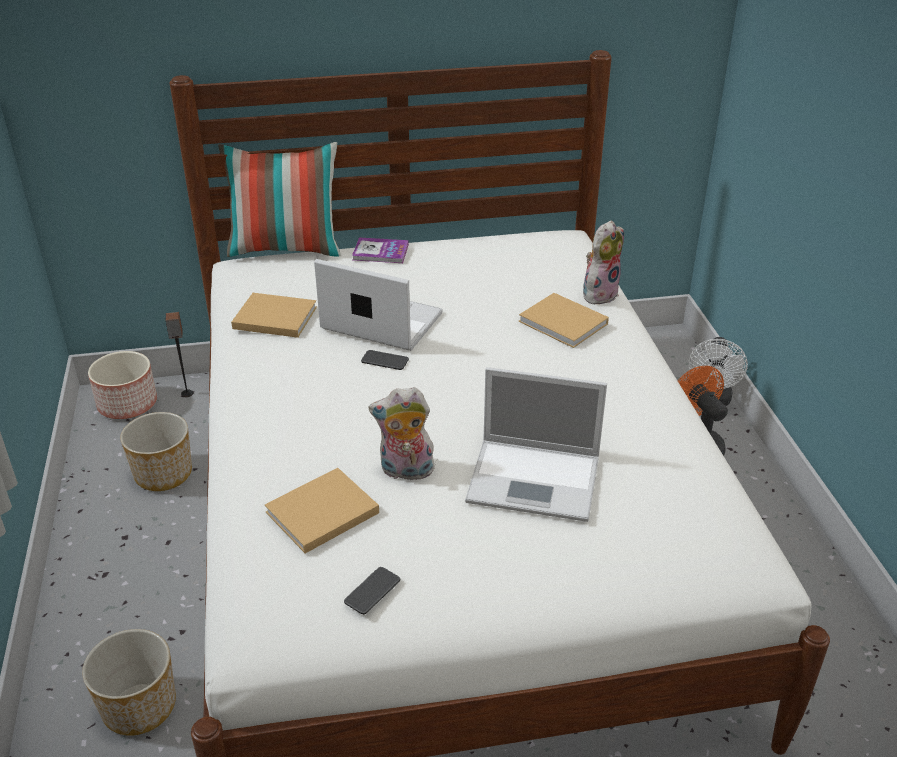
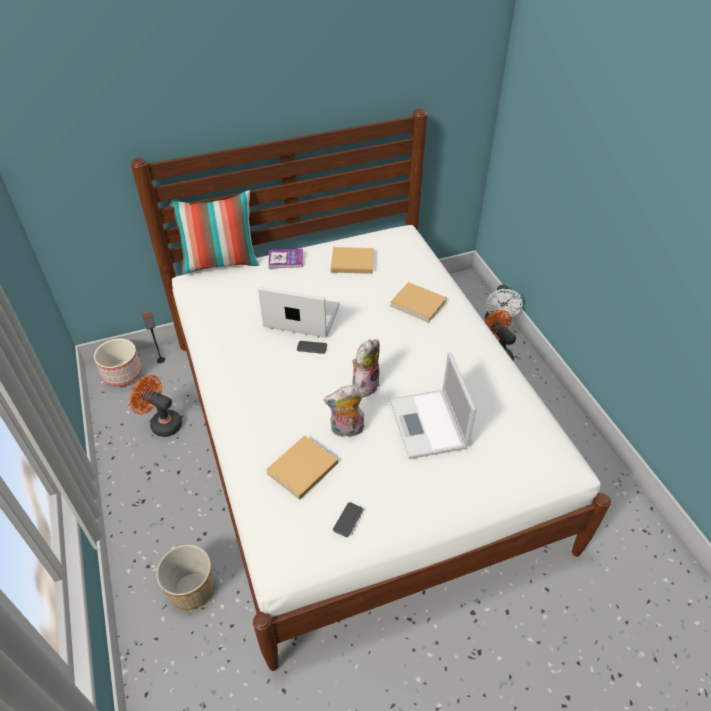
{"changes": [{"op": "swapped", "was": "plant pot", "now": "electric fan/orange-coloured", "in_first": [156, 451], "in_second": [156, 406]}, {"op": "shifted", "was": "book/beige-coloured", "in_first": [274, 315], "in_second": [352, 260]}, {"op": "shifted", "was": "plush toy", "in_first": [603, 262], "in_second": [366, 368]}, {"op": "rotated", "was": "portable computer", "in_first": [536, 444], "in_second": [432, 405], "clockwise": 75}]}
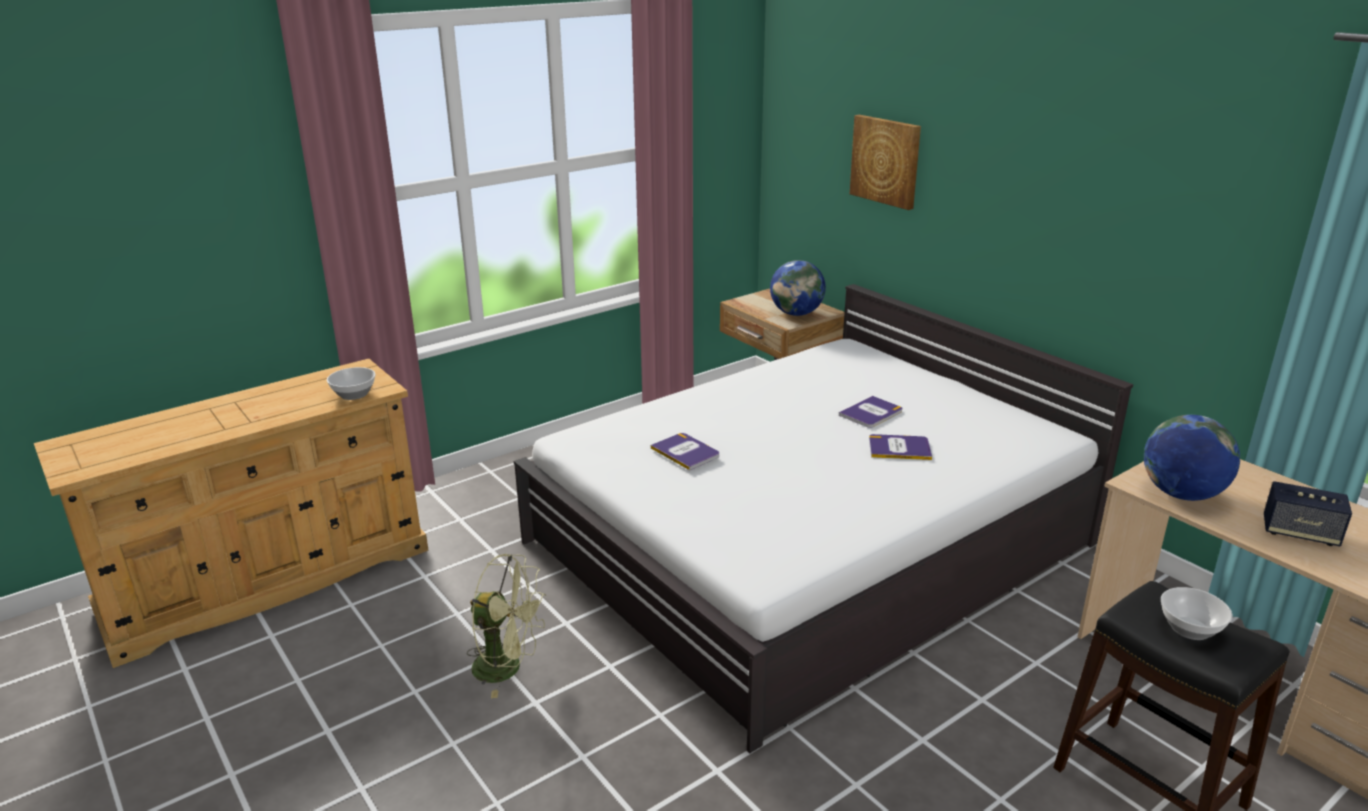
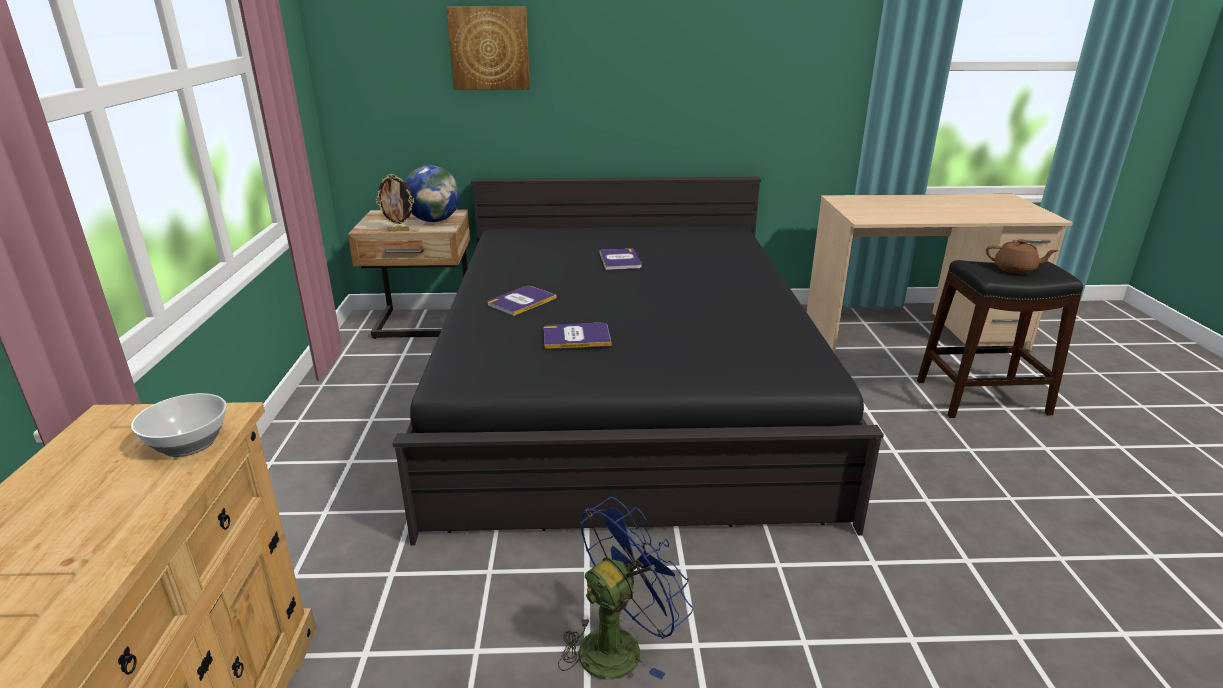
{"changes": [{"op": "new", "now": "photo frame", "in_second": [395, 202]}, {"op": "repainted", "was": "bedroom bed/whitish", "now": "bedroom bed/black", "in_first": [823, 518], "in_second": [638, 361]}, {"op": "shifted", "was": "book", "in_first": [900, 447], "in_second": [522, 301]}, {"op": "repainted", "was": "electric fan/green", "now": "electric fan/bluish", "in_first": [506, 626], "in_second": [625, 588]}, {"op": "swapped", "was": "bowl", "now": "pot for tea/brown-coloured", "in_first": [1197, 613], "in_second": [1022, 256]}, {"op": "gone", "was": "desk globe", "in_first": [1192, 458]}, {"op": "gone", "was": "speaker", "in_first": [1308, 513]}]}
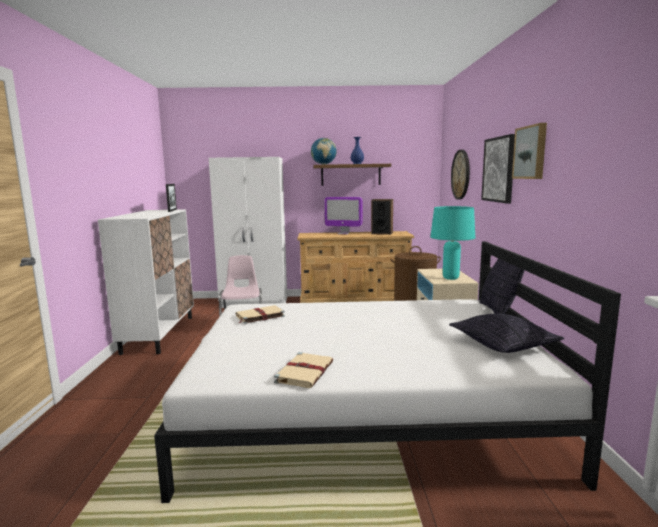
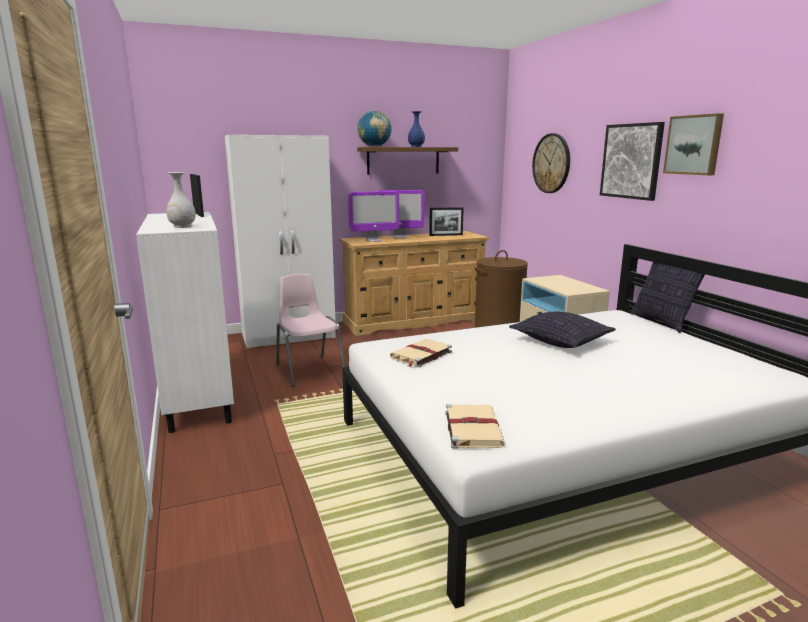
{"changes": [{"op": "new", "now": "decorative vase/whitish", "in_second": [181, 200]}, {"op": "new", "now": "computer display", "in_second": [373, 216]}, {"op": "swapped", "was": "speaker", "now": "photo frame", "in_first": [382, 217], "in_second": [446, 221]}, {"op": "shifted", "was": "book/beige-coloured", "in_first": [303, 370], "in_second": [475, 426]}, {"op": "shifted", "was": "cushion", "in_first": [506, 333], "in_second": [562, 330]}, {"op": "gone", "was": "table lamp/blue-green", "in_first": [452, 243]}]}
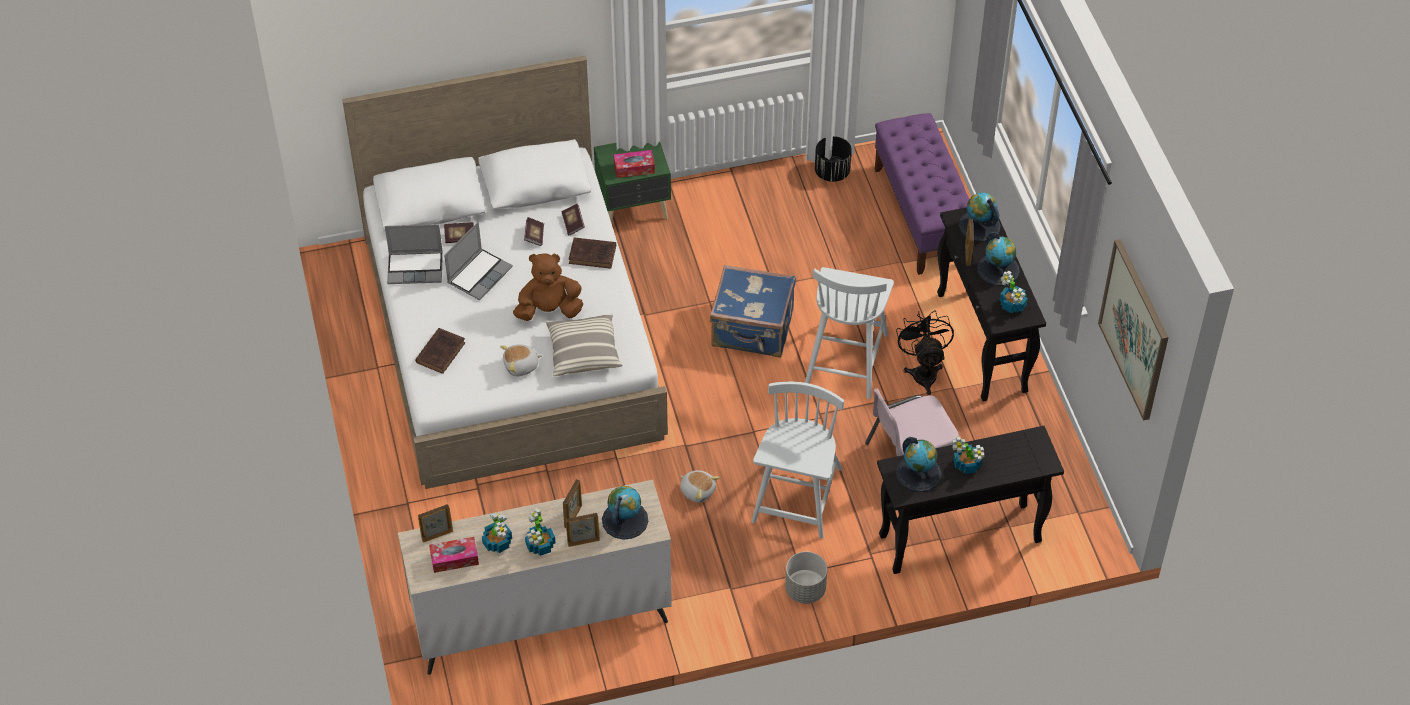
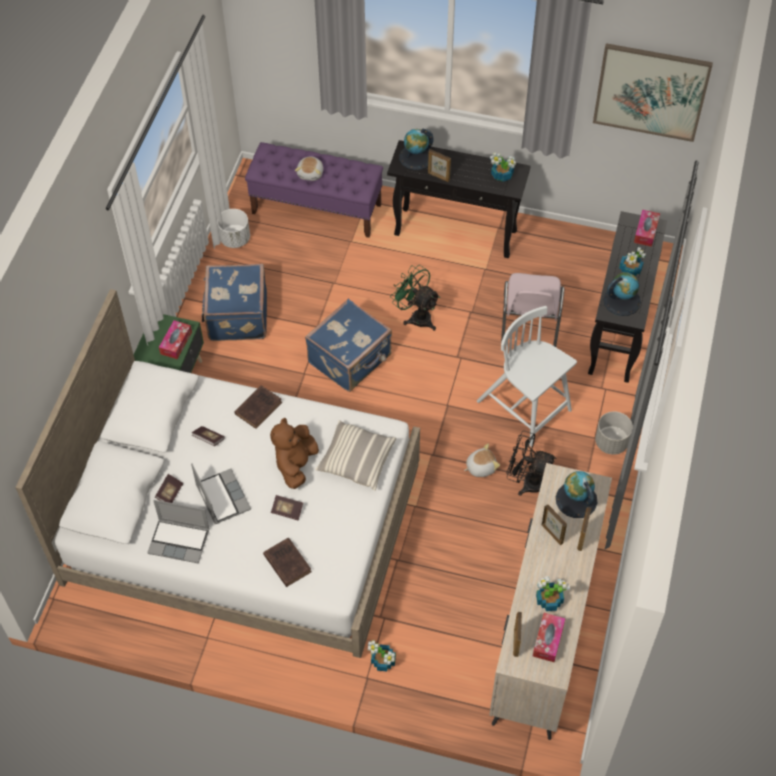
{"changes": [{"op": "rotated", "was": "portable computer", "in_first": [414, 254], "in_second": [178, 532], "clockwise": 75}, {"op": "new", "now": "piece of luggage/bluish", "in_second": [234, 302]}, {"op": "repainted", "was": "plant pot/black", "now": "plant pot/whitish", "in_first": [833, 159], "in_second": [233, 228]}, {"op": "shifted", "was": "book", "in_first": [573, 220], "in_second": [287, 507]}, {"op": "shifted", "was": "plush toy", "in_first": [521, 360], "in_second": [309, 168]}, {"op": "shifted", "was": "plant in a pot", "in_first": [540, 532], "in_second": [382, 655]}, {"op": "swapped", "was": "upright chair/whitish", "now": "electric fan/green", "in_first": [849, 333], "in_second": [415, 298]}, {"op": "shifted", "was": "electric fan/black", "in_first": [925, 352], "in_second": [531, 463]}, {"op": "new", "now": "tissue holder", "in_second": [647, 228]}, {"op": "gone", "was": "desk globe", "in_first": [998, 259]}]}
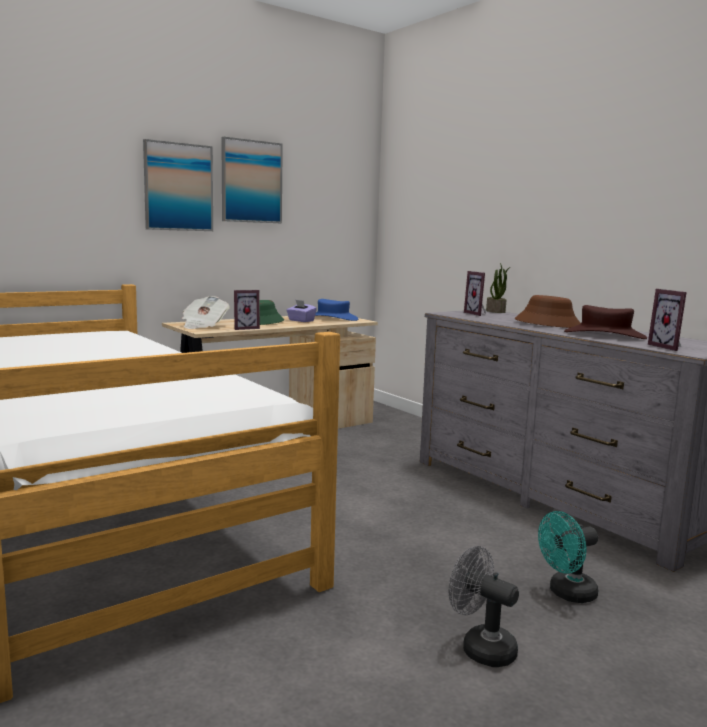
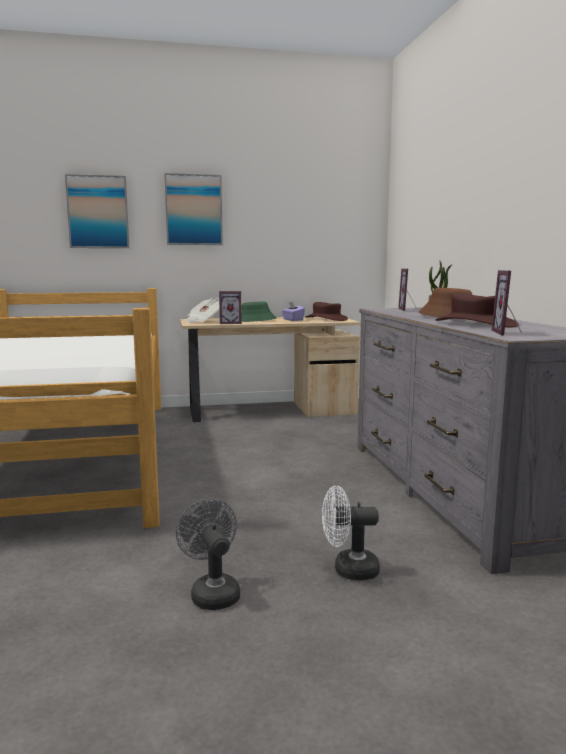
{"changes": [{"op": "shifted", "was": "wall picture", "in_first": [252, 180], "in_second": [97, 211]}, {"op": "repainted", "was": "wearable hat/bluish", "now": "wearable hat/brown-coloured", "in_first": [336, 310], "in_second": [326, 311]}, {"op": "repainted", "was": "electric fan/blue-green", "now": "electric fan/whitish", "in_first": [568, 557], "in_second": [351, 533]}]}
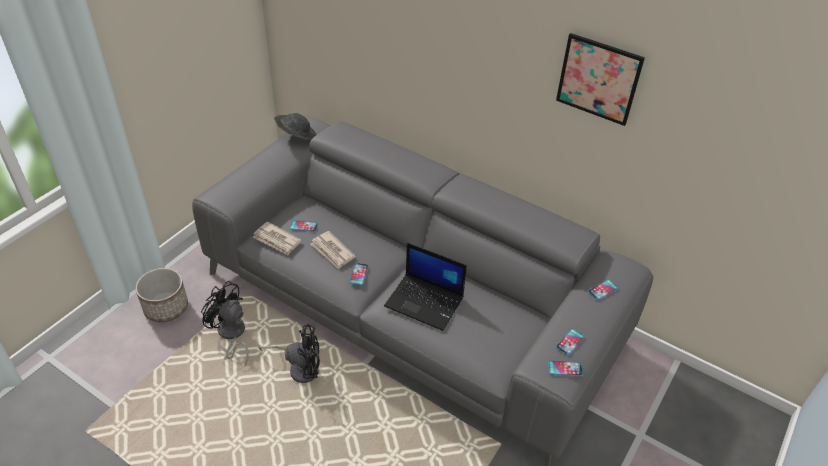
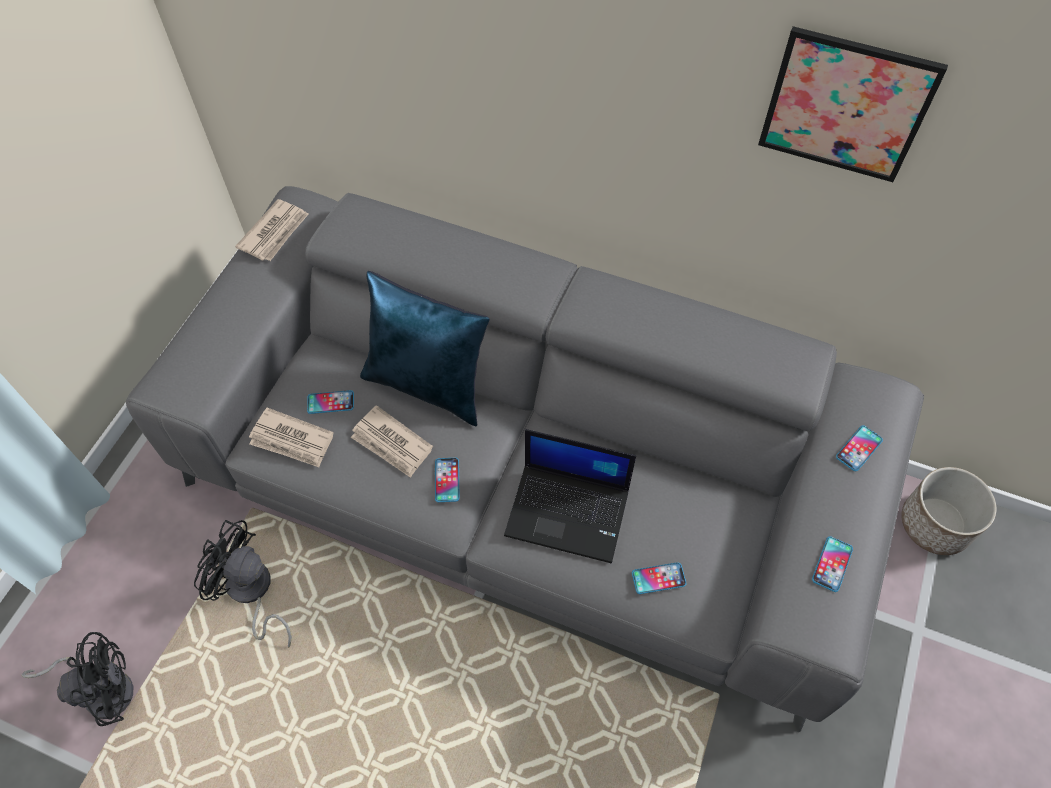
{"changes": [{"op": "shifted", "was": "electric fan/black", "in_first": [289, 353], "in_second": [77, 679]}, {"op": "swapped", "was": "wearable hat/greyish", "now": "daily paper", "in_first": [295, 126], "in_second": [272, 230]}, {"op": "new", "now": "cushion/bluish", "in_second": [425, 348]}, {"op": "shifted", "was": "phone", "in_first": [565, 368], "in_second": [659, 578]}, {"op": "shifted", "was": "plant pot", "in_first": [162, 295], "in_second": [948, 511]}]}
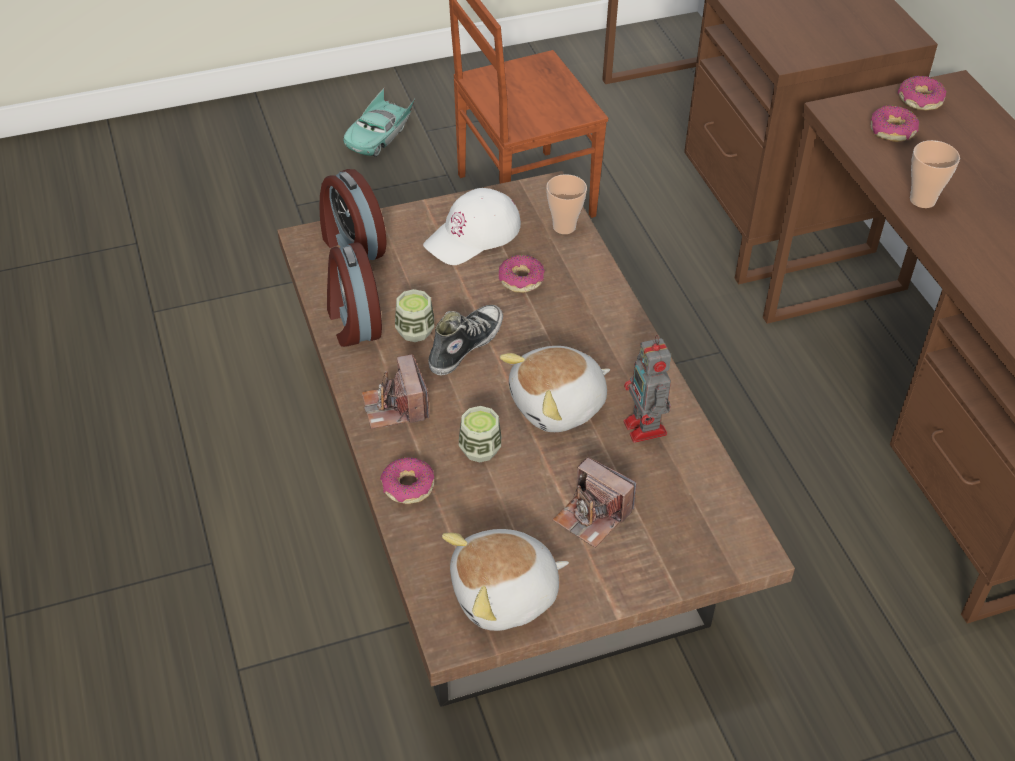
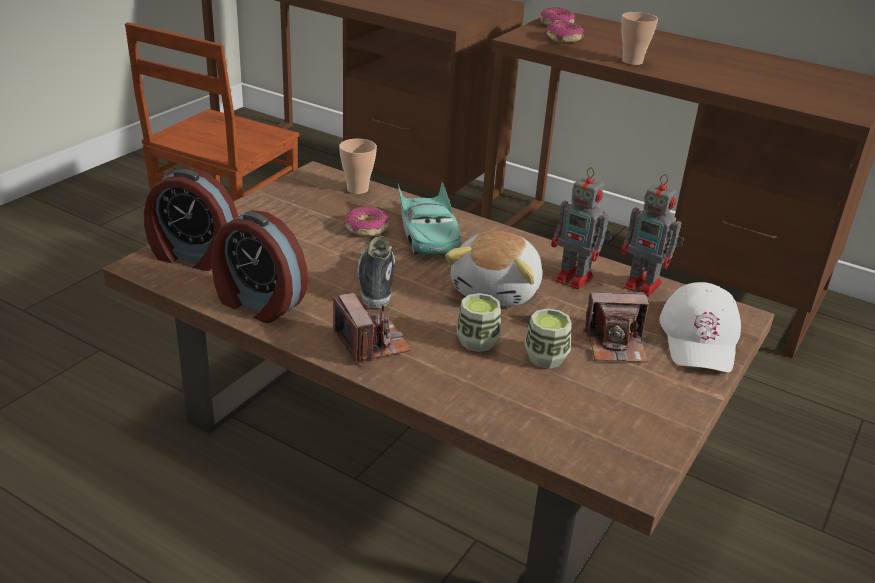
{"changes": [{"op": "rotated", "was": "still camera", "in_first": [396, 391], "in_second": [372, 329], "clockwise": -150}, {"op": "shifted", "was": "model car/blue-green", "in_first": [379, 122], "in_second": [429, 218]}, {"op": "shifted", "was": "cup", "in_first": [414, 315], "in_second": [548, 338]}, {"op": "new", "now": "robot figure", "in_second": [652, 235]}, {"op": "shifted", "was": "baseball cap/whitish", "in_first": [472, 226], "in_second": [700, 327]}, {"op": "gone", "was": "ring doughnut", "in_first": [407, 480]}, {"op": "gone", "was": "plush toy", "in_first": [505, 580]}]}
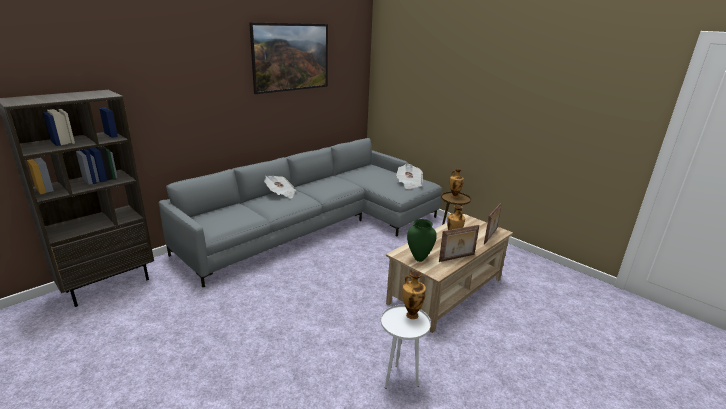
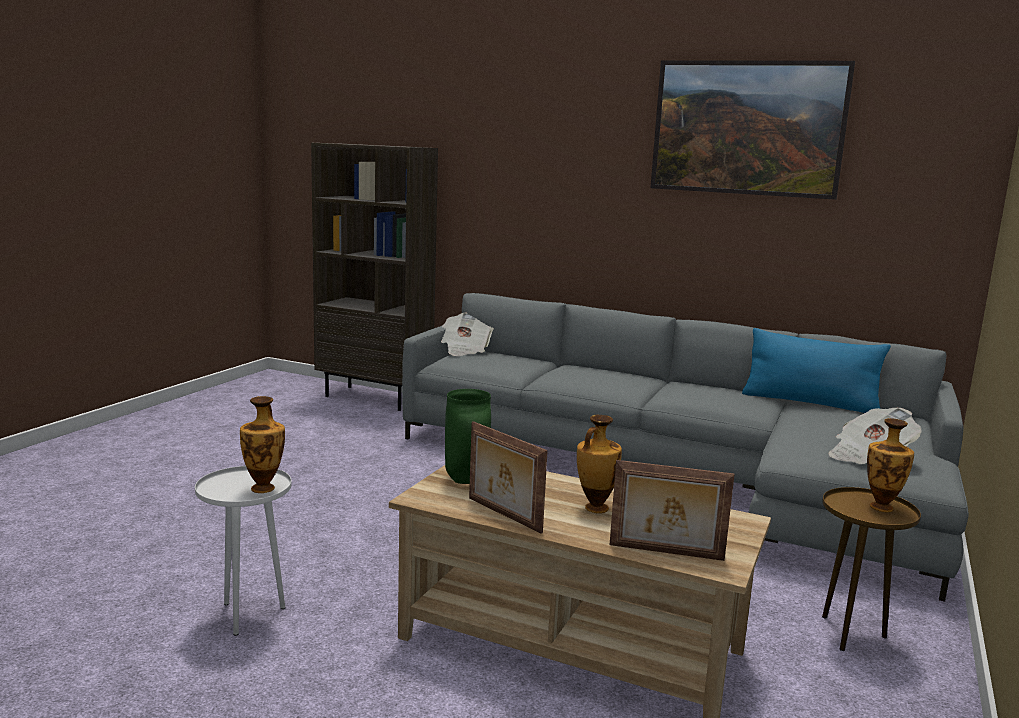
{"changes": [{"op": "shifted", "was": "daily paper", "in_first": [280, 187], "in_second": [467, 334]}, {"op": "new", "now": "cushion/bluish", "in_second": [816, 370]}]}
